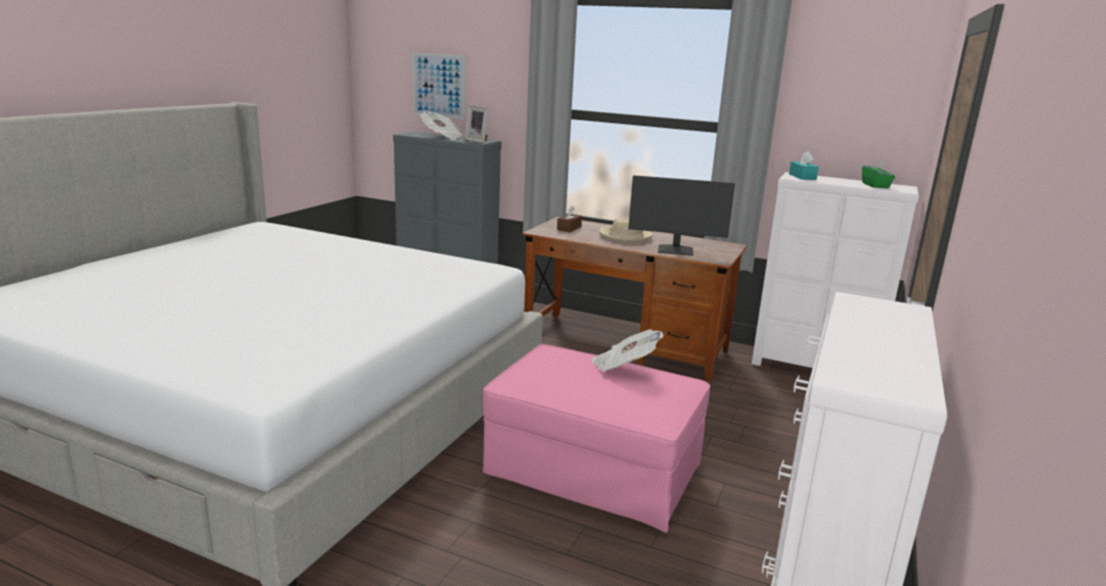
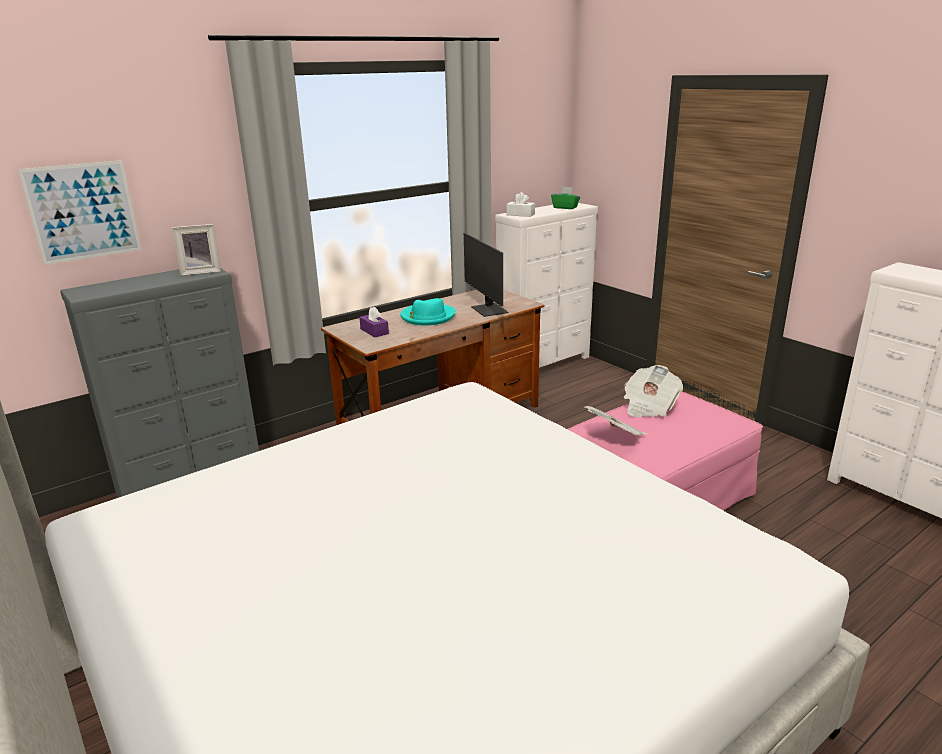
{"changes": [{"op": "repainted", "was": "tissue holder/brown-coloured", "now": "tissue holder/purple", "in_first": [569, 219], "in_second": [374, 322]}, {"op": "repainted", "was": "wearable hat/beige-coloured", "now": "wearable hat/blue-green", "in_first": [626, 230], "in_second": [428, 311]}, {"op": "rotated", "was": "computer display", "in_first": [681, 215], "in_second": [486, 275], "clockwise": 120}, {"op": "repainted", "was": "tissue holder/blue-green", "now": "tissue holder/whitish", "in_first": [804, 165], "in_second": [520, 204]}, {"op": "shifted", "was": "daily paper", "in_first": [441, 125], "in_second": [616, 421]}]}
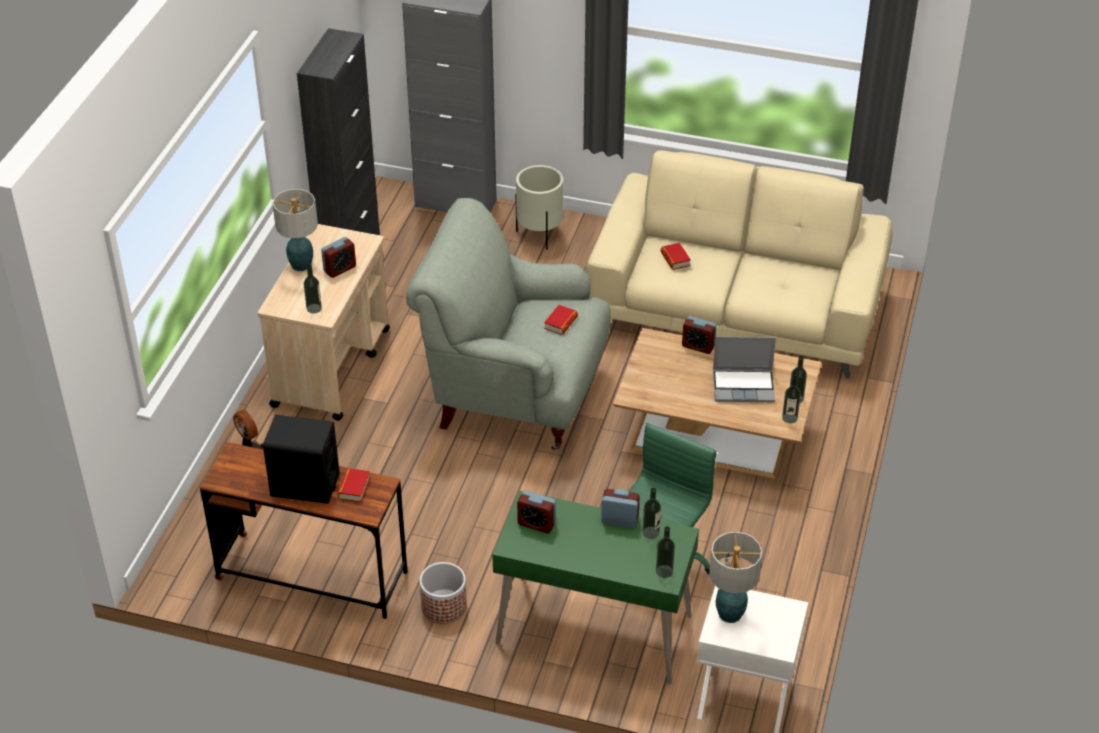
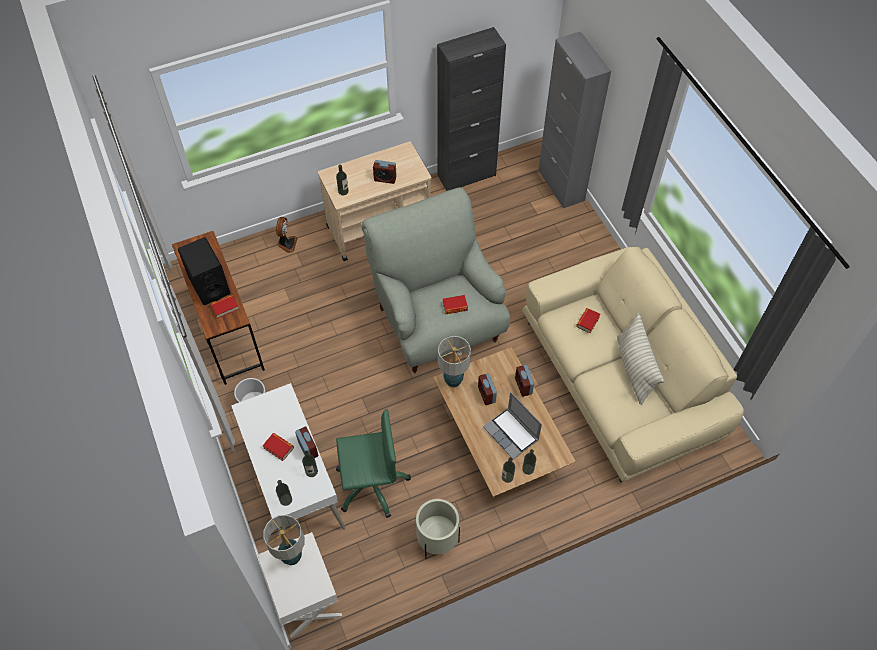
{"changes": [{"op": "repainted", "was": "desk table/green", "now": "desk table/whitish", "in_first": [595, 588], "in_second": [288, 462]}, {"op": "new", "now": "book", "in_second": [278, 447]}, {"op": "shifted", "was": "plant pot/beige-coloured", "in_first": [539, 207], "in_second": [438, 529]}, {"op": "shifted", "was": "table lamp", "in_first": [295, 230], "in_second": [454, 361]}, {"op": "shifted", "was": "bedside clock", "in_first": [536, 512], "in_second": [487, 389]}, {"op": "new", "now": "cushion", "in_second": [640, 358]}]}
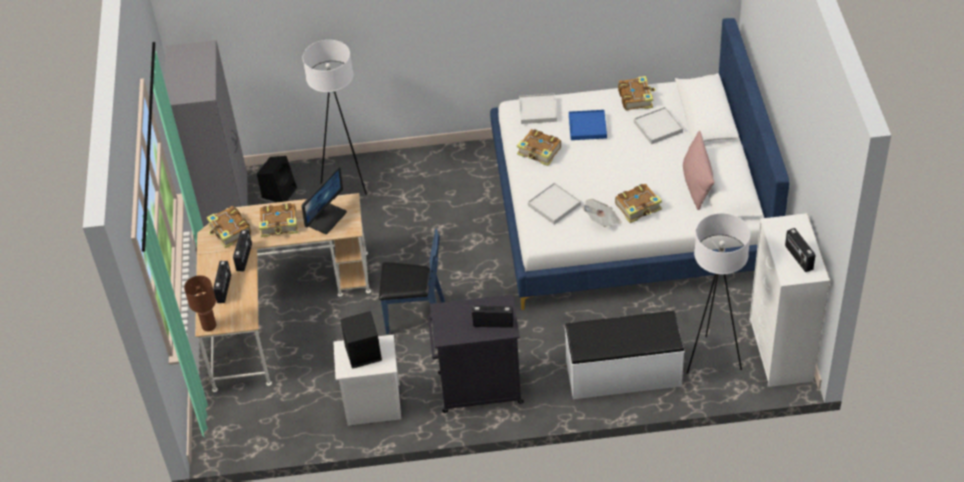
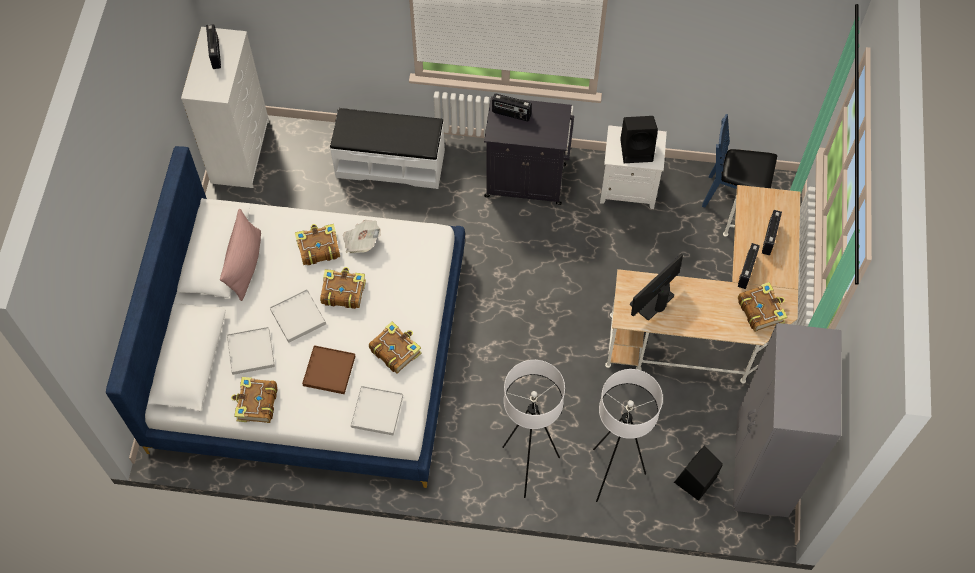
{"changes": [{"op": "shifted", "was": "serving tray/whitish", "in_first": [554, 204], "in_second": [298, 316]}, {"op": "repainted", "was": "serving tray/bluish", "now": "serving tray/brown-coloured", "in_first": [588, 125], "in_second": [328, 369]}, {"op": "shifted", "was": "book", "in_first": [278, 220], "in_second": [343, 288]}, {"op": "shifted", "was": "standard lamp/whitish", "in_first": [719, 293], "in_second": [533, 429]}, {"op": "shifted", "was": "upright chair/bluish", "in_first": [412, 281], "in_second": [739, 160]}, {"op": "gone", "was": "table lamp/brown-coloured", "in_first": [200, 303]}]}
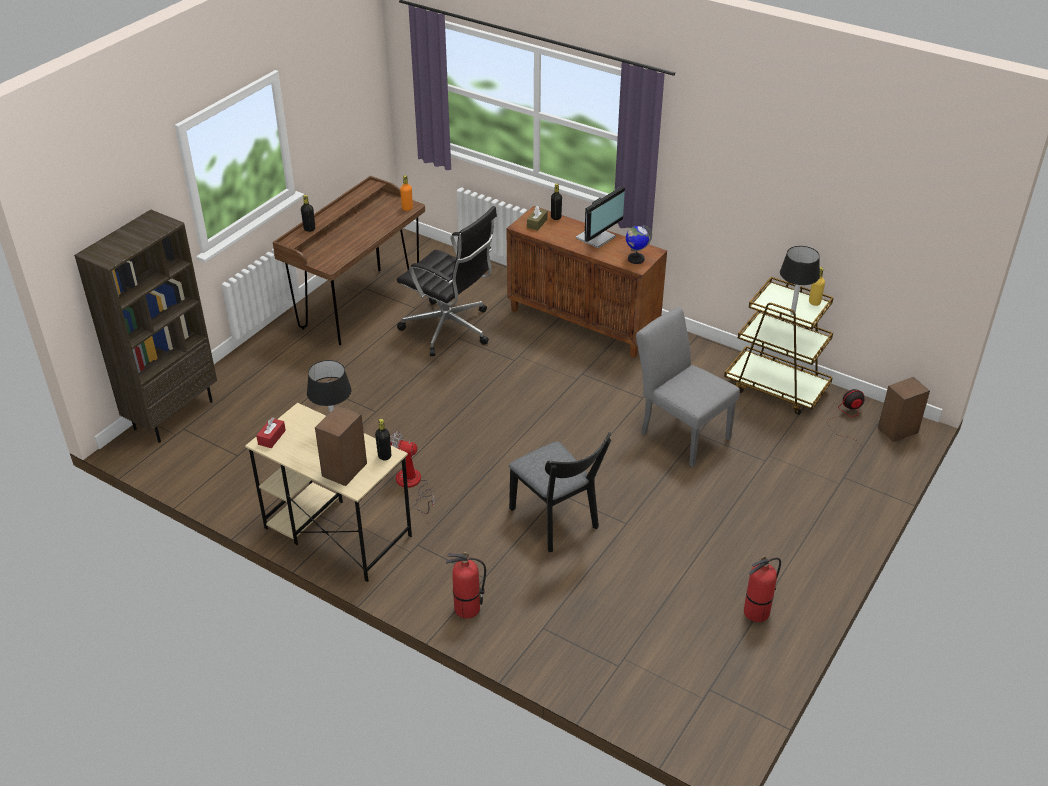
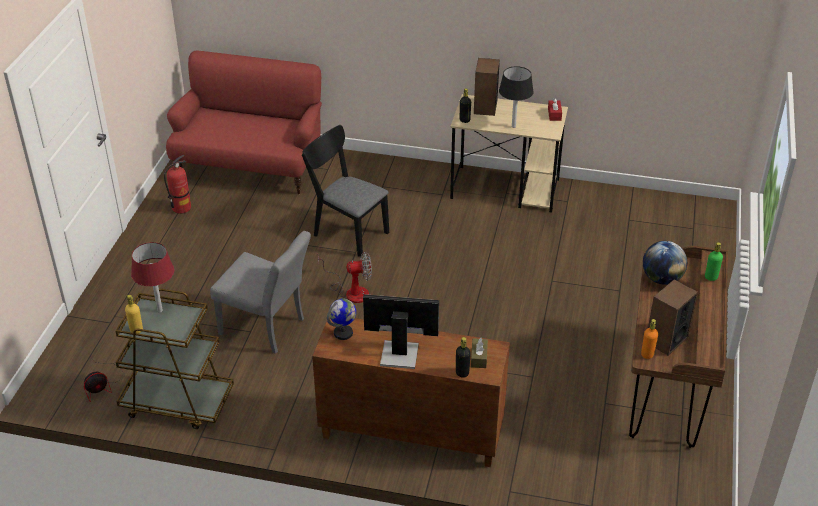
{"changes": [{"op": "repainted", "was": "table lamp/black", "now": "table lamp/red", "in_first": [800, 280], "in_second": [152, 277]}, {"op": "new", "now": "sofa/red", "in_second": [244, 122]}, {"op": "shifted", "was": "electric fan", "in_first": [412, 472], "in_second": [345, 277]}, {"op": "rotated", "was": "computer display", "in_first": [600, 217], "in_second": [401, 331], "clockwise": 75}, {"op": "new", "now": "desk globe", "in_second": [665, 263]}, {"op": "shifted", "was": "speaker", "in_first": [904, 409], "in_second": [673, 317]}, {"op": "repainted", "was": "beverage bottle/black", "now": "beverage bottle/green", "in_first": [308, 213], "in_second": [714, 261]}, {"op": "gone", "was": "bookcase/brown-coloured", "in_first": [145, 326]}, {"op": "gone", "was": "computer chair/black", "in_first": [447, 281]}, {"op": "gone", "was": "extinguisher", "in_first": [466, 585]}]}
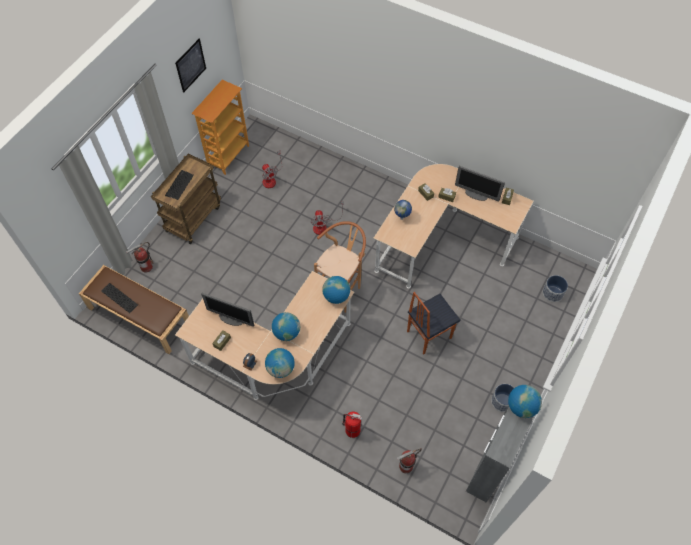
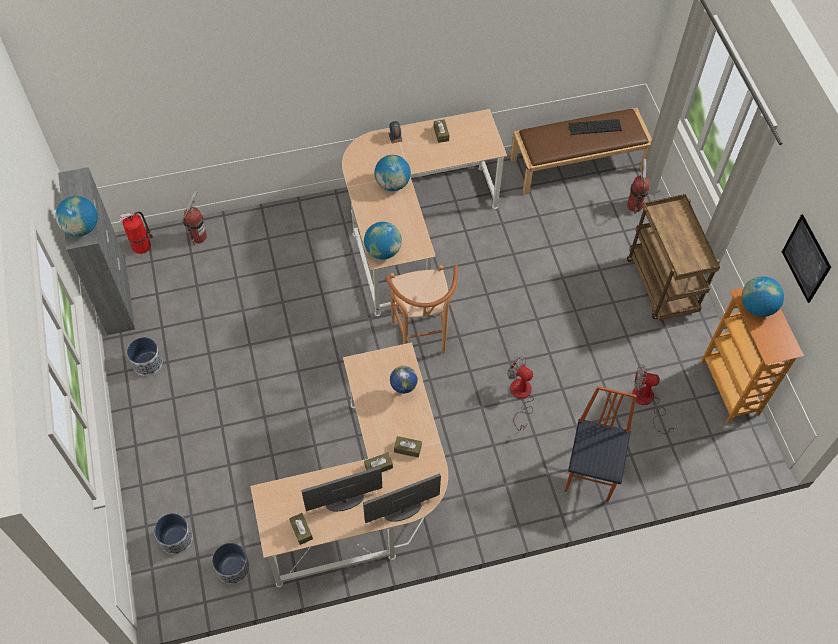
{"changes": [{"op": "shifted", "was": "extinguisher", "in_first": [352, 424], "in_second": [136, 232]}, {"op": "new", "now": "plant pot", "in_second": [231, 563]}, {"op": "shifted", "was": "computer display", "in_first": [227, 310], "in_second": [402, 498]}, {"op": "shifted", "was": "upright chair", "in_first": [434, 323], "in_second": [601, 444]}, {"op": "shifted", "was": "desk globe", "in_first": [280, 363], "in_second": [763, 296]}, {"op": "gone", "was": "keyboard", "in_first": [179, 185]}]}
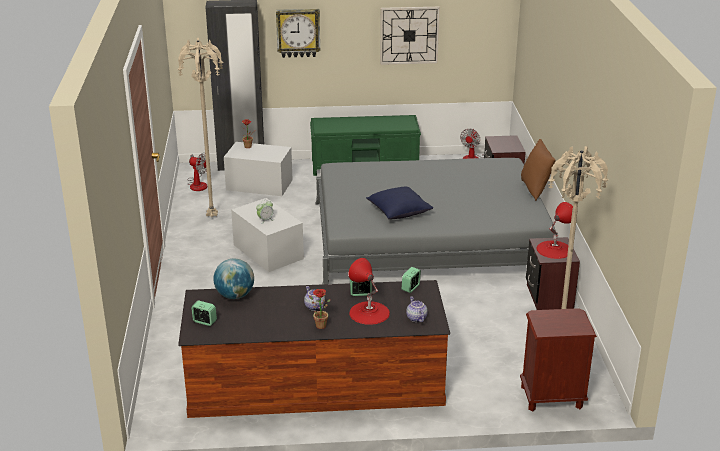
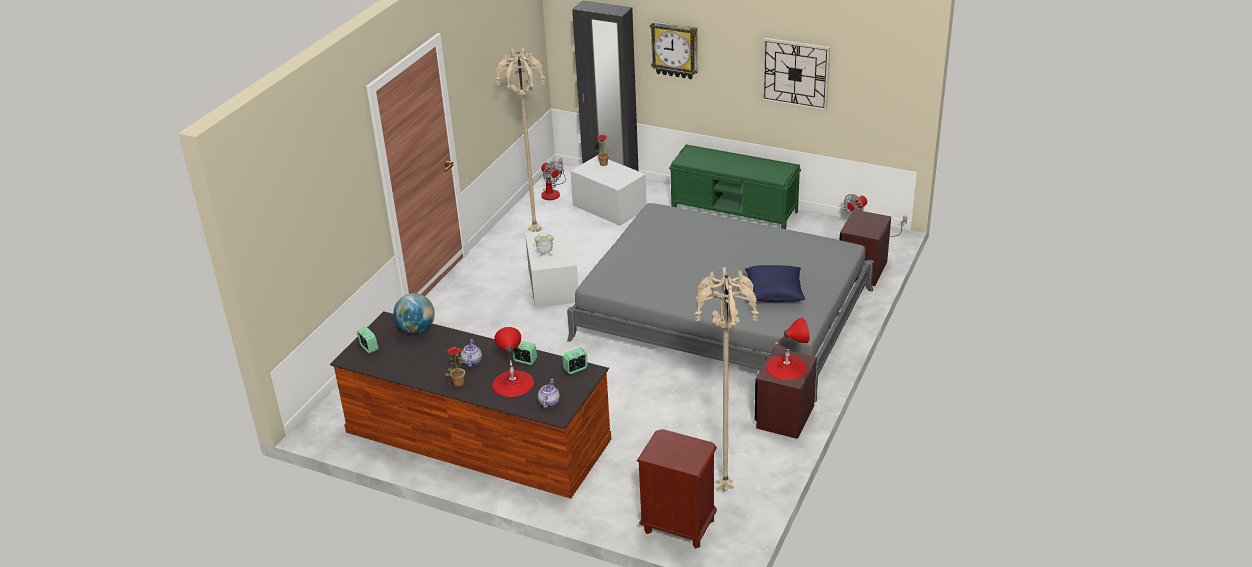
{"changes": [{"op": "shifted", "was": "cushion/bluish", "in_first": [399, 203], "in_second": [775, 283]}, {"op": "gone", "was": "cushion/brown-coloured", "in_first": [538, 170]}]}
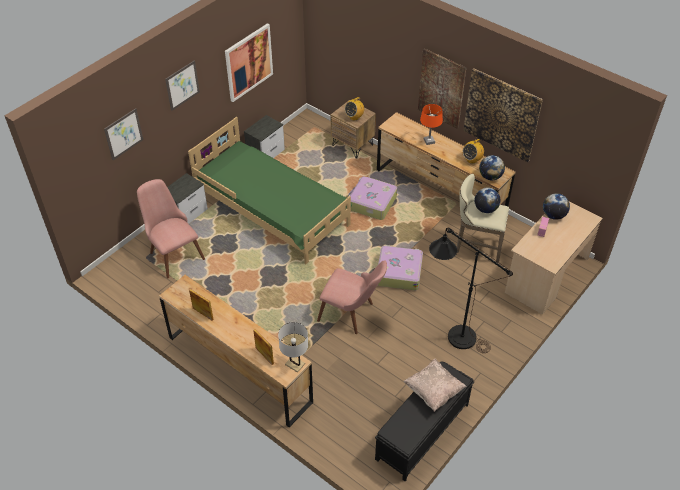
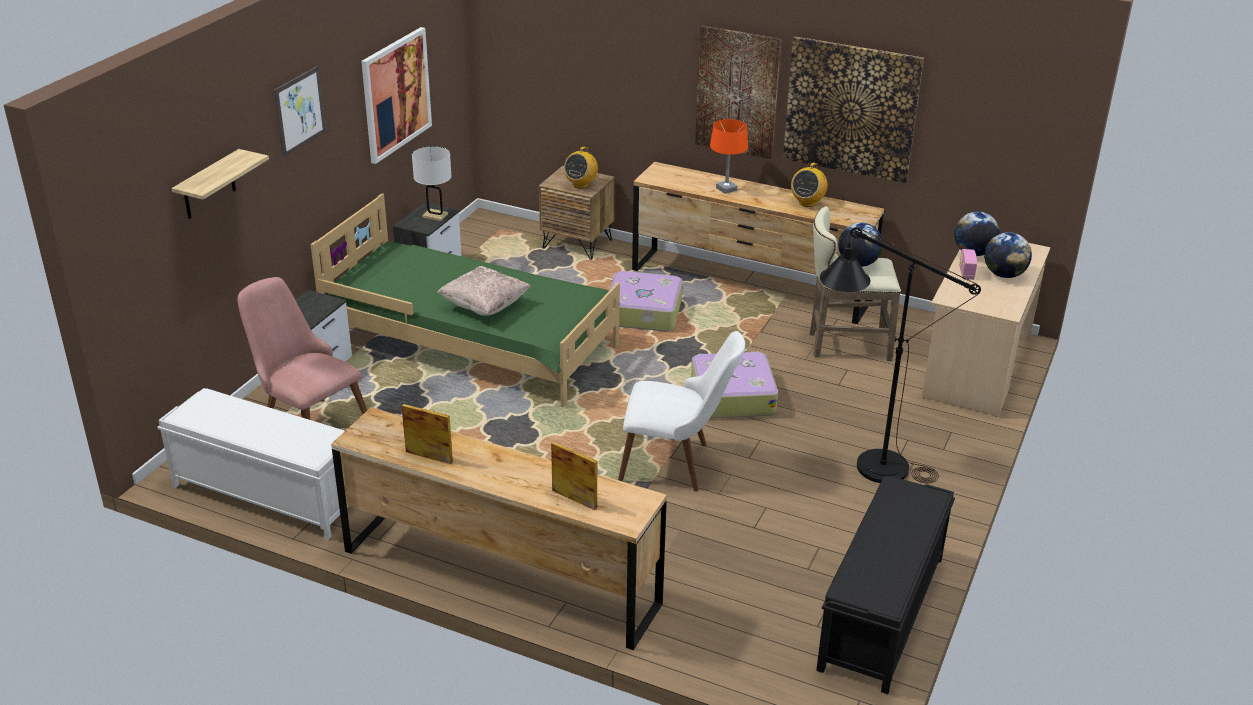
{"changes": [{"op": "new", "now": "indoor bench/whitish", "in_second": [251, 464]}, {"op": "swapped", "was": "wall picture", "now": "bracket shelf", "in_first": [123, 134], "in_second": [220, 184]}, {"op": "shifted", "was": "table lamp/whitish", "in_first": [293, 347], "in_second": [432, 183]}, {"op": "shifted", "was": "cushion/beige-coloured", "in_first": [435, 385], "in_second": [484, 291]}, {"op": "repainted", "was": "upright chair/pink-coloured", "now": "upright chair/whitish", "in_first": [352, 297], "in_second": [681, 411]}, {"op": "shifted", "was": "desk globe", "in_first": [492, 167], "in_second": [1008, 255]}]}
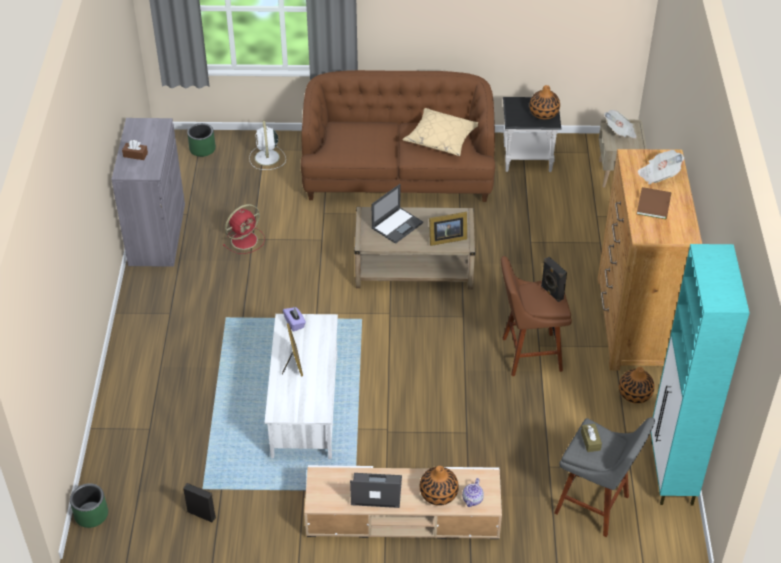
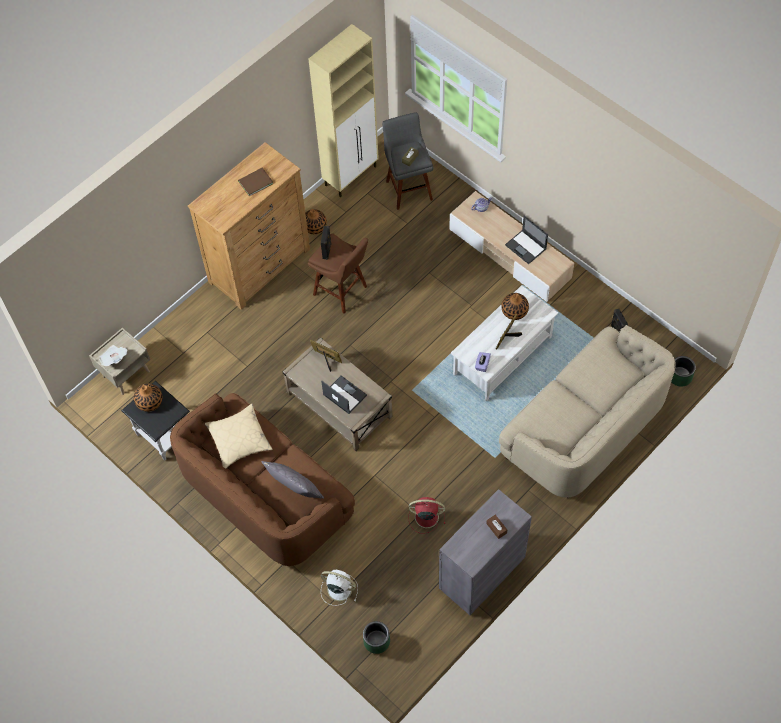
{"changes": [{"op": "new", "now": "cushion/greyish", "in_second": [292, 480]}, {"op": "repainted", "was": "cabinet/blue-green", "now": "cabinet/beige-coloured", "in_first": [700, 374], "in_second": [344, 110]}, {"op": "rotated", "was": "portable computer", "in_first": [397, 214], "in_second": [344, 395], "clockwise": 45}, {"op": "rotated", "was": "electric fan/whitish", "in_first": [267, 145], "in_second": [339, 588], "clockwise": -105}, {"op": "new", "now": "sofa/beige-coloured", "in_second": [587, 411]}, {"op": "shifted", "was": "decorative vase", "in_first": [439, 486], "in_second": [515, 306]}, {"op": "gone", "was": "daily paper", "in_first": [661, 167]}]}
